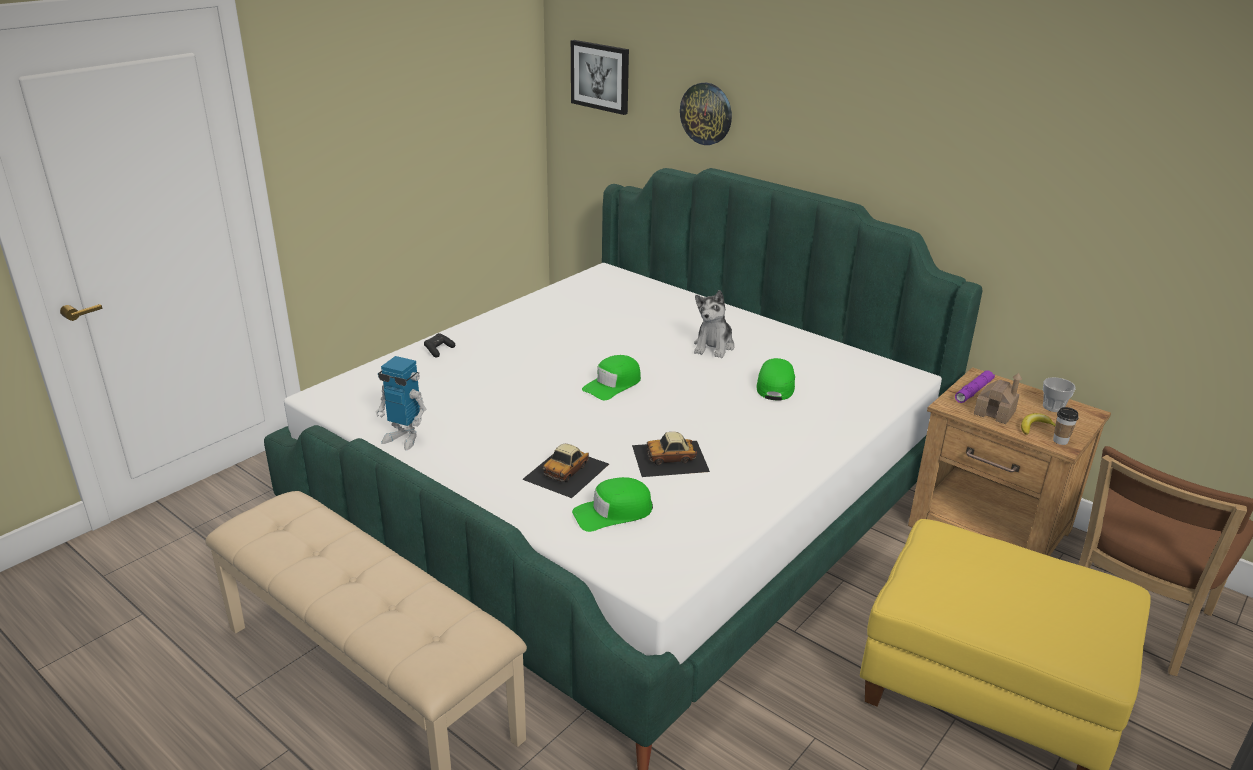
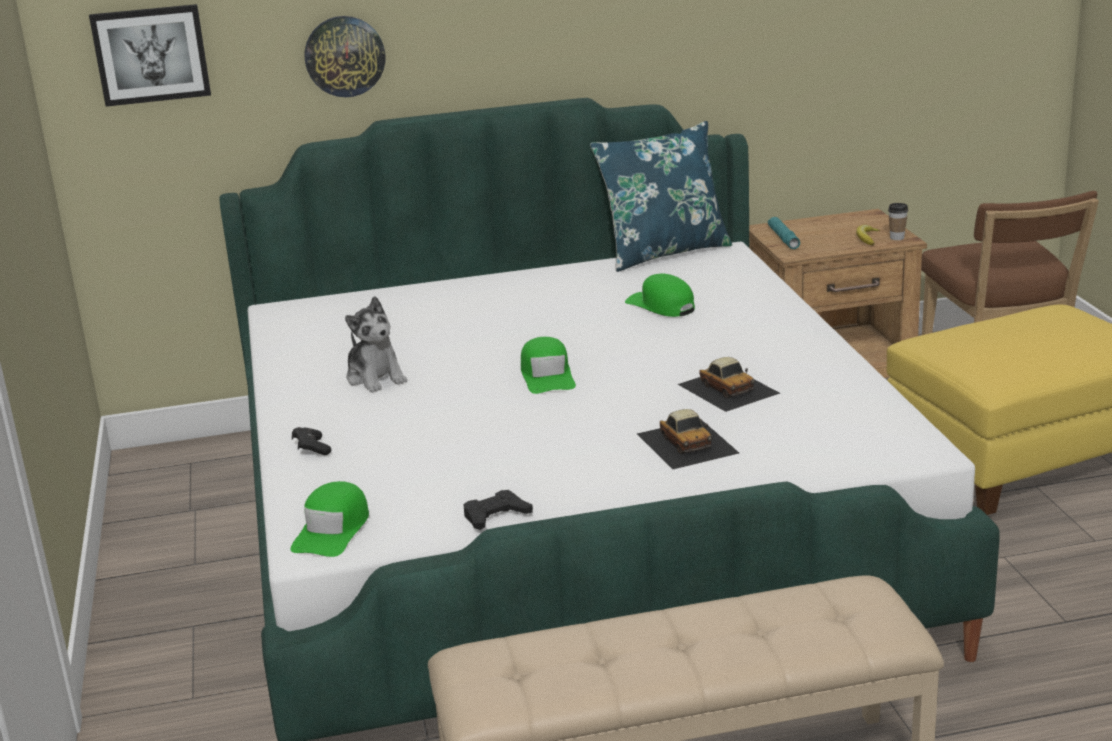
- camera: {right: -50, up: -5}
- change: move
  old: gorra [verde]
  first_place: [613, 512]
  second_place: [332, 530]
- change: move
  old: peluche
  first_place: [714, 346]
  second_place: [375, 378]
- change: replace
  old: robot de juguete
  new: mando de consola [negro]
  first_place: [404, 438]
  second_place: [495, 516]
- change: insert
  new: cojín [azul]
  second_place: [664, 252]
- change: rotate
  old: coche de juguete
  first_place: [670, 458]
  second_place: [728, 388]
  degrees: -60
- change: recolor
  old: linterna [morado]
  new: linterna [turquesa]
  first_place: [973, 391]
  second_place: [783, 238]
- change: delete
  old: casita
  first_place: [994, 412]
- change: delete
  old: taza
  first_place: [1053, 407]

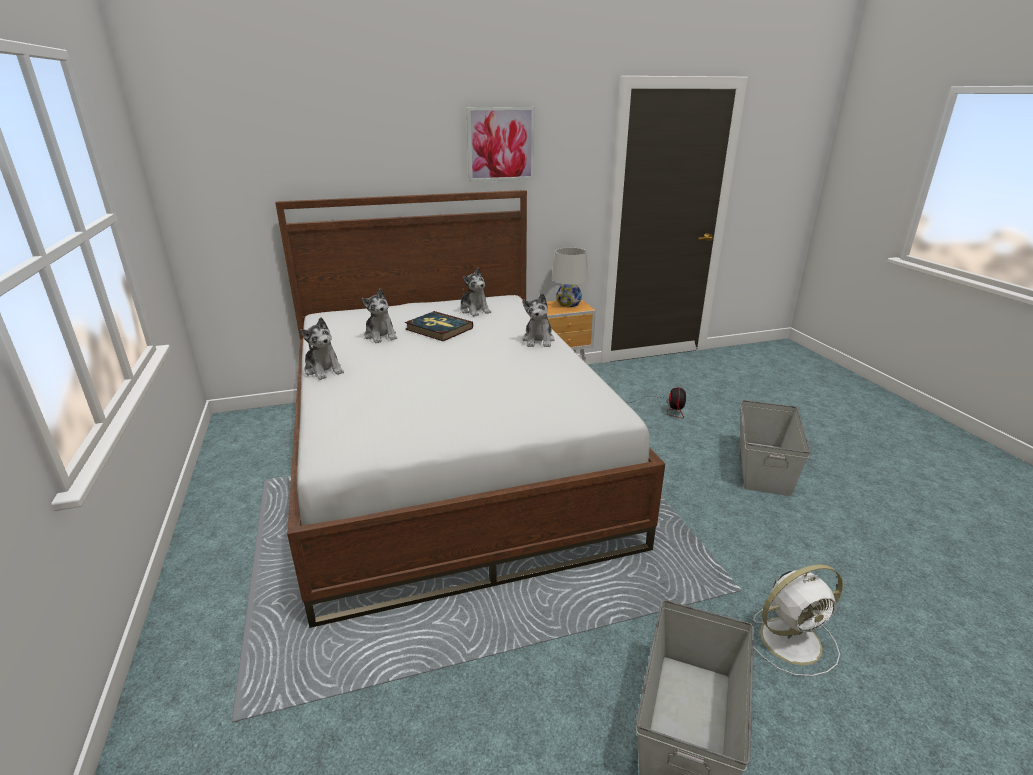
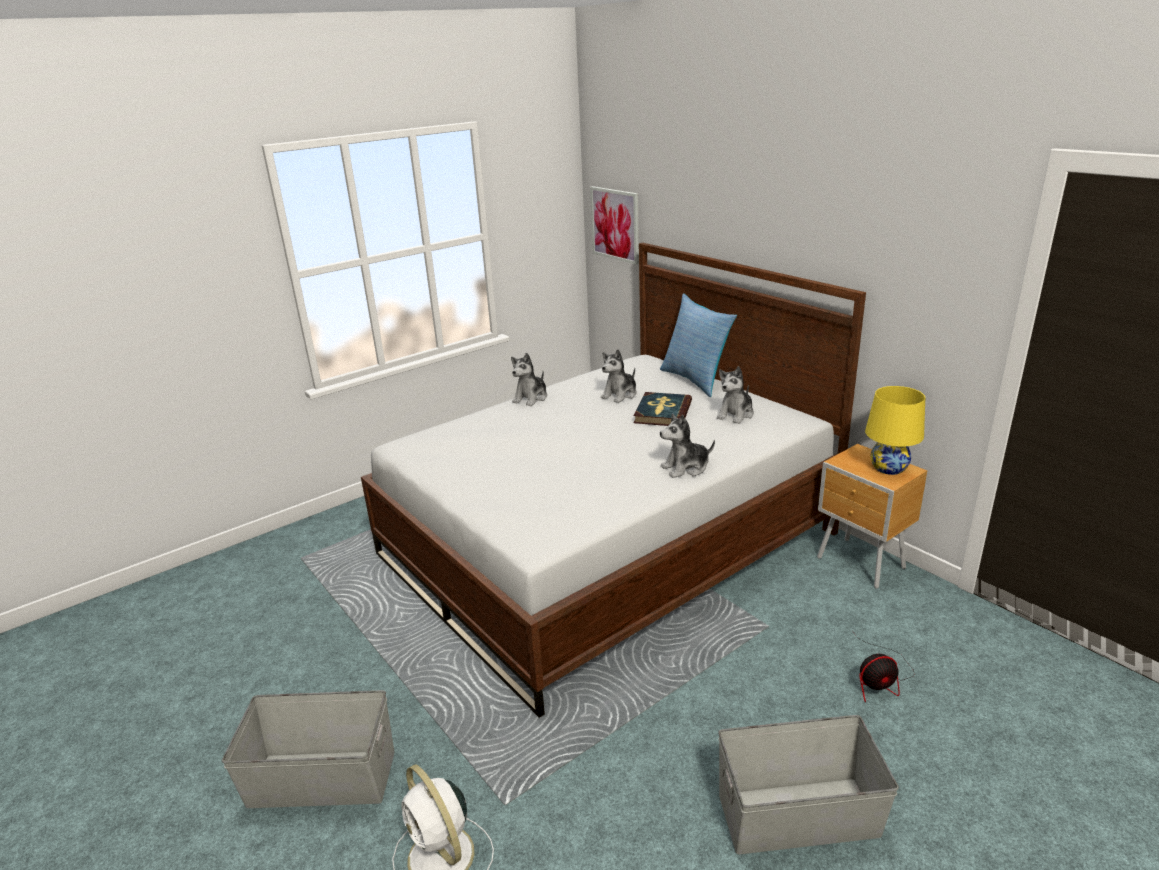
- camera: {right: 70, up: 0}
- change: move
  old: cuadro
  first_place: [500, 144]
  second_place: [615, 224]
- change: insert
  new: cojín
  second_place: [696, 379]
- change: recolor
  old: lámpara de mesa [blanco]
  new: lámpara de mesa [amarillo]
  first_place: [568, 304]
  second_place: [888, 467]

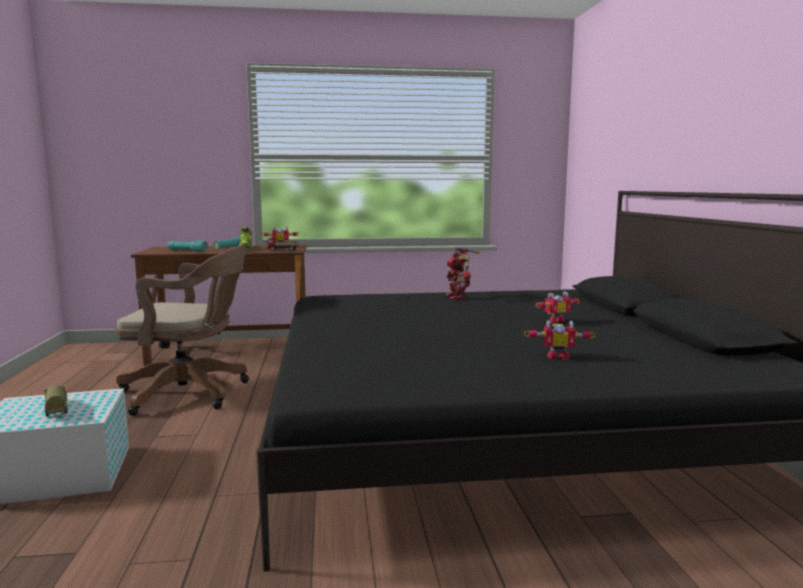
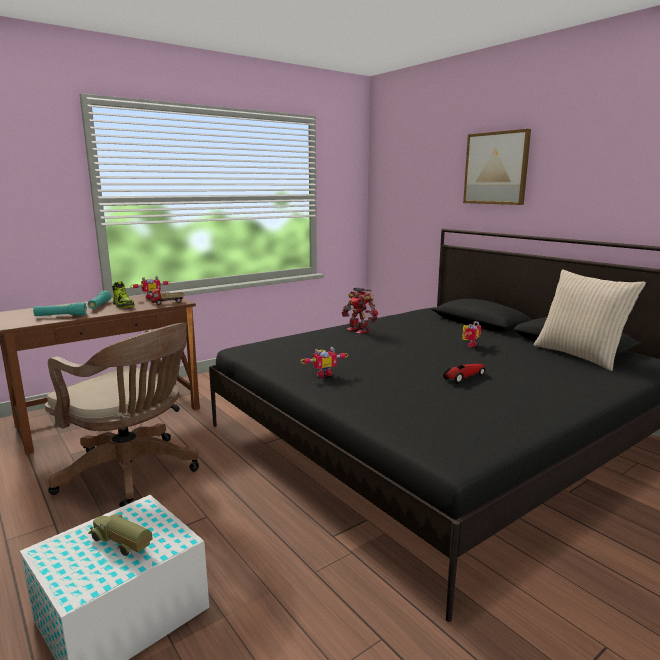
- camera: {right: -30, up: 5}
- change: rotate
  old: silla de oficina [marrón]
  first_place: [190, 393]
  second_place: [133, 473]
  degrees: 60
- change: move
  old: robot de juguete
  first_place: [557, 356]
  second_place: [323, 374]
- change: insert
  new: coche de juguete
  second_place: [464, 377]
- change: insert
  new: cuadro
  second_place: [496, 168]
- change: insert
  new: cojín [beis]
  second_place: [579, 355]

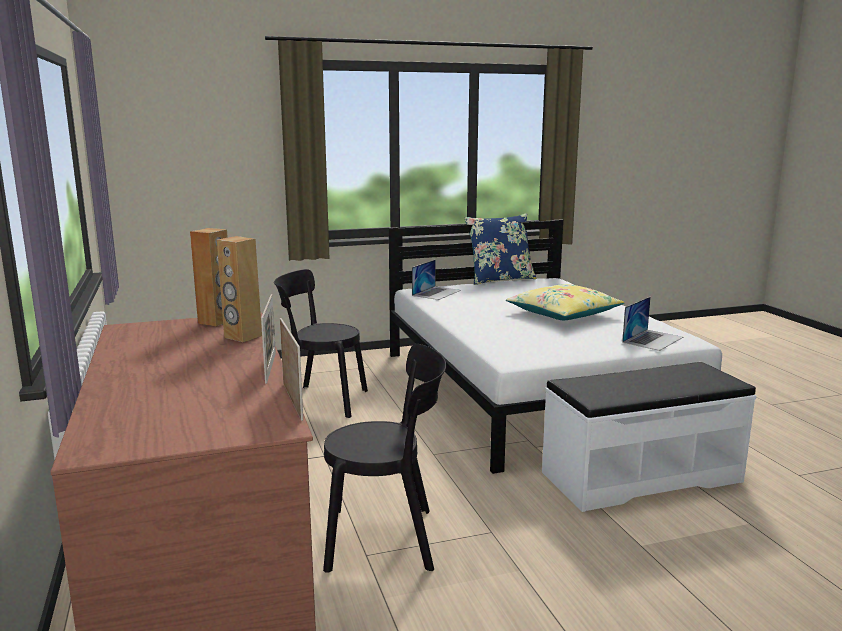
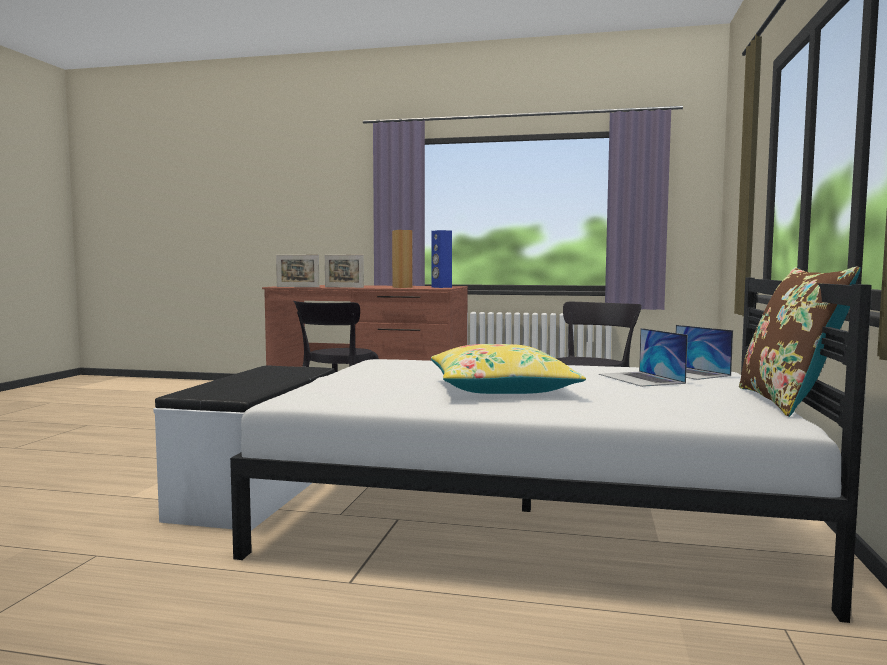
- camera: {right: 120, up: -10}
- change: recolor
  old: altavoz [marrón]
  new: altavoz [azul]
  first_place: [216, 321]
  second_place: [441, 287]
- change: move
  old: portátil
  first_place: [652, 339]
  second_place: [641, 379]
- change: recolor
  old: cojín [azul]
  new: cojín [marrón]
  first_place: [500, 279]
  second_place: [788, 402]

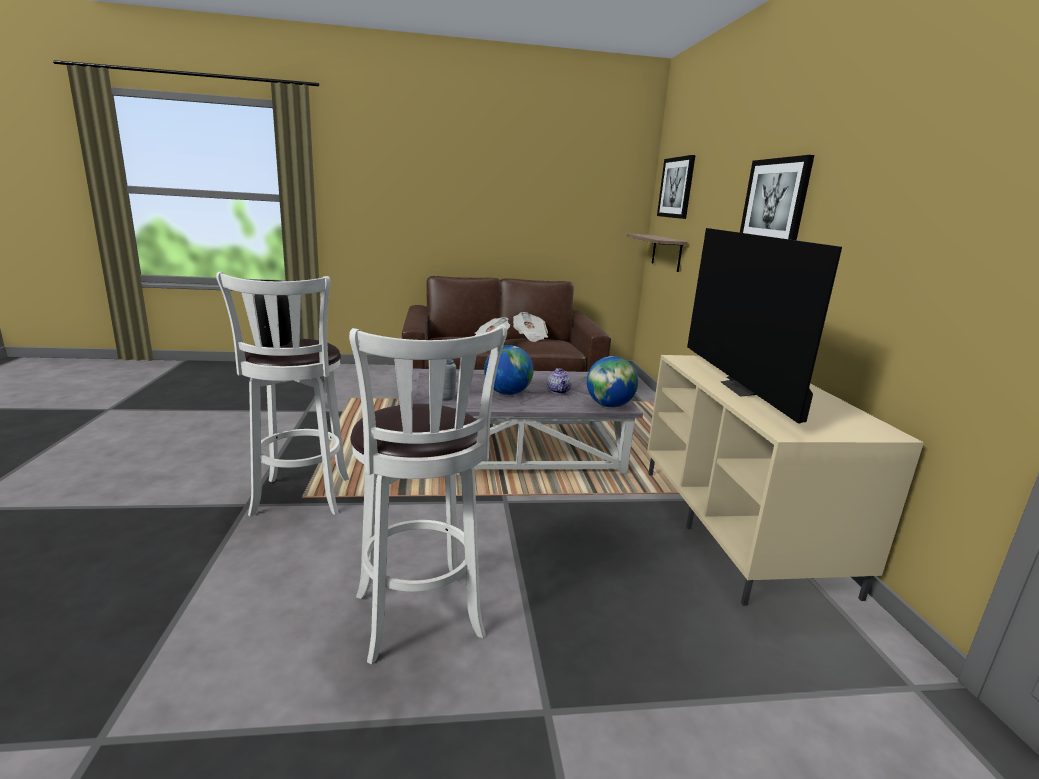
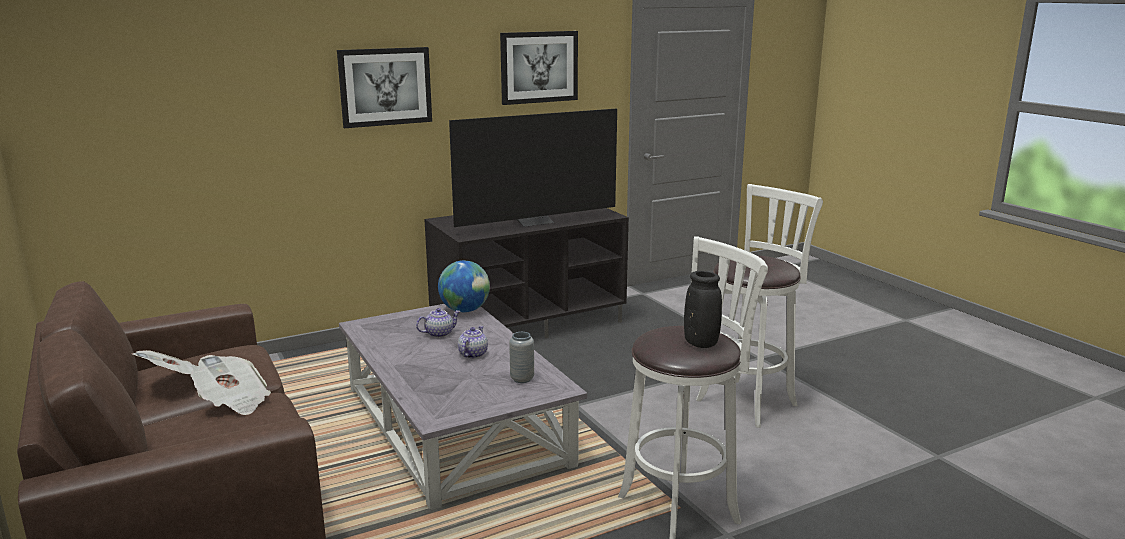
- camera: {right: -110, up: 0}
- change: recolor
  old: mueble de televisión [beis]
  new: mueble de televisión [negro]
  first_place: [740, 528]
  second_place: [529, 323]
- change: replace
  old: globo terráqueo
  new: tetera
  first_place: [507, 393]
  second_place: [472, 354]
- change: move
  old: cuadro
  first_place: [676, 187]
  second_place: [539, 67]
- change: delete
  old: estante
  first_place: [666, 252]

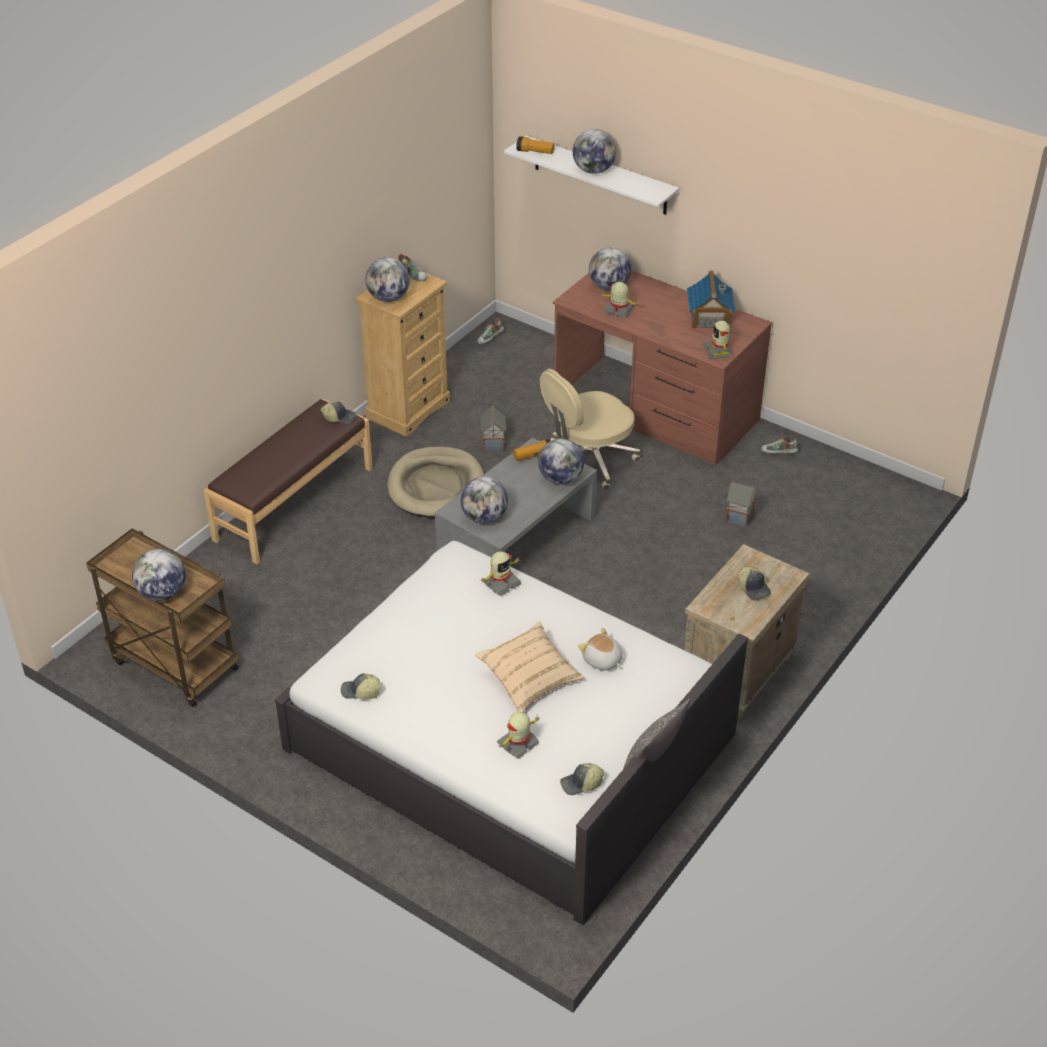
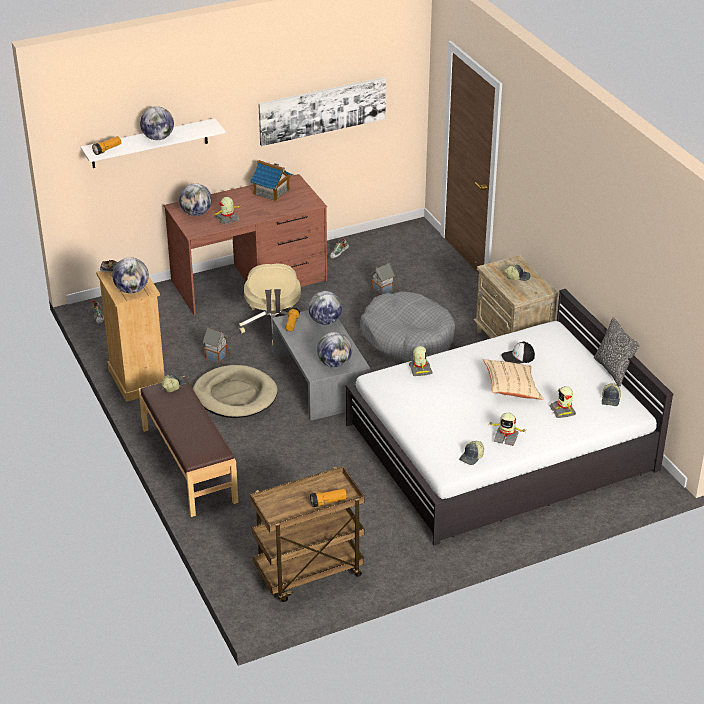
- camera: {right: -60, up: -5}
- change: insert
  new: cuadro
  second_place: [322, 110]
- change: replace
  old: globo terráqueo
  new: linterna
  first_place: [162, 594]
  second_place: [328, 502]
- change: insert
  new: cama para perro [gris]
  second_place: [407, 338]
- change: move
  old: robot de juguete
  first_place: [718, 351]
  second_place: [506, 437]
- change: replace
  old: peluche
  new: gorra
  first_place: [602, 661]
  second_place: [518, 357]

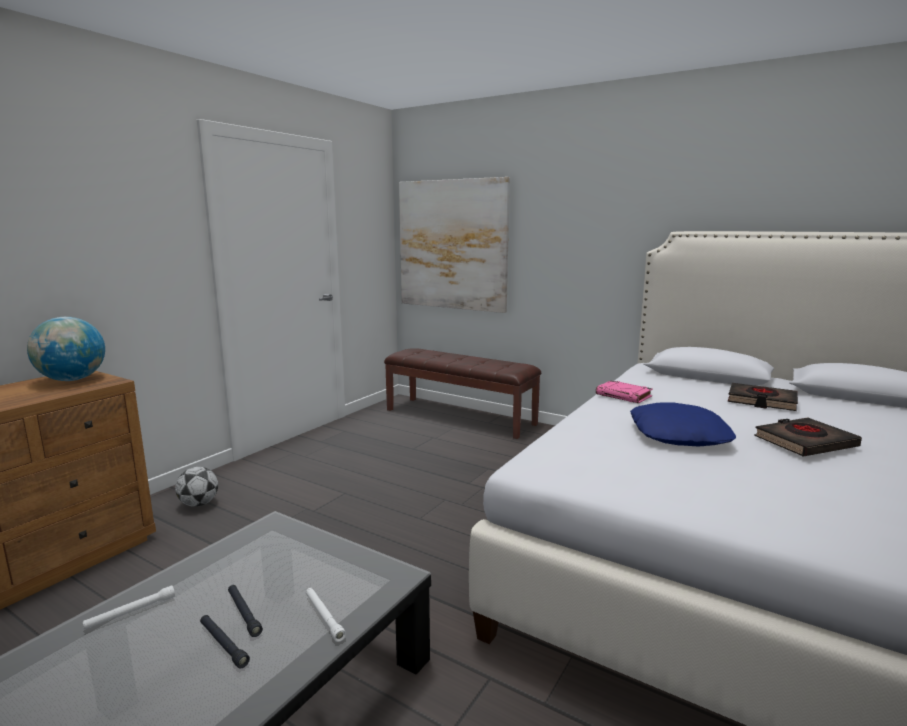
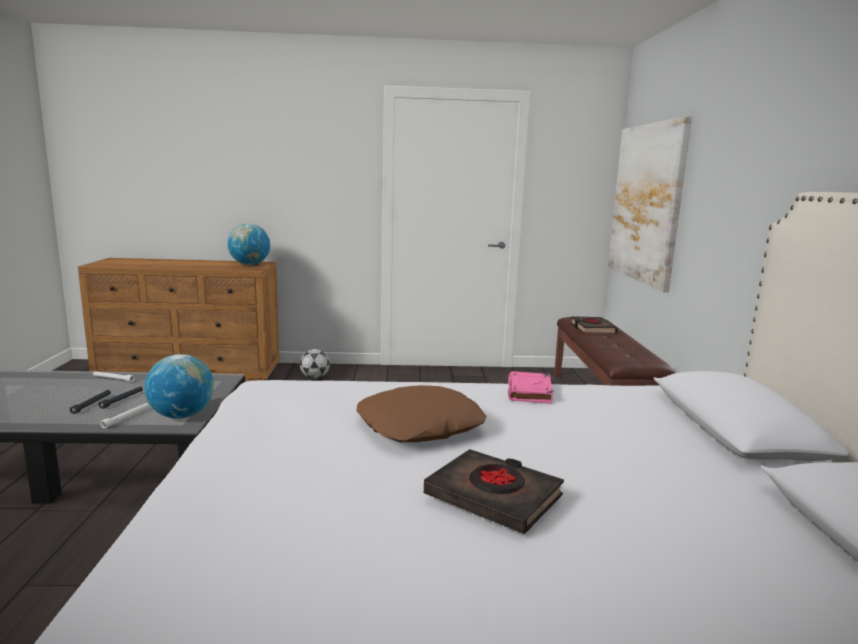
- camera: {right: 55, up: 0}
- change: insert
  new: globo terráqueo
  second_place: [182, 415]
- change: recolor
  old: cojín [azul]
  new: cojín [marrón]
  first_place: [679, 435]
  second_place: [420, 426]
- change: move
  old: libro [negro]
  first_place: [761, 401]
  second_place: [592, 328]

